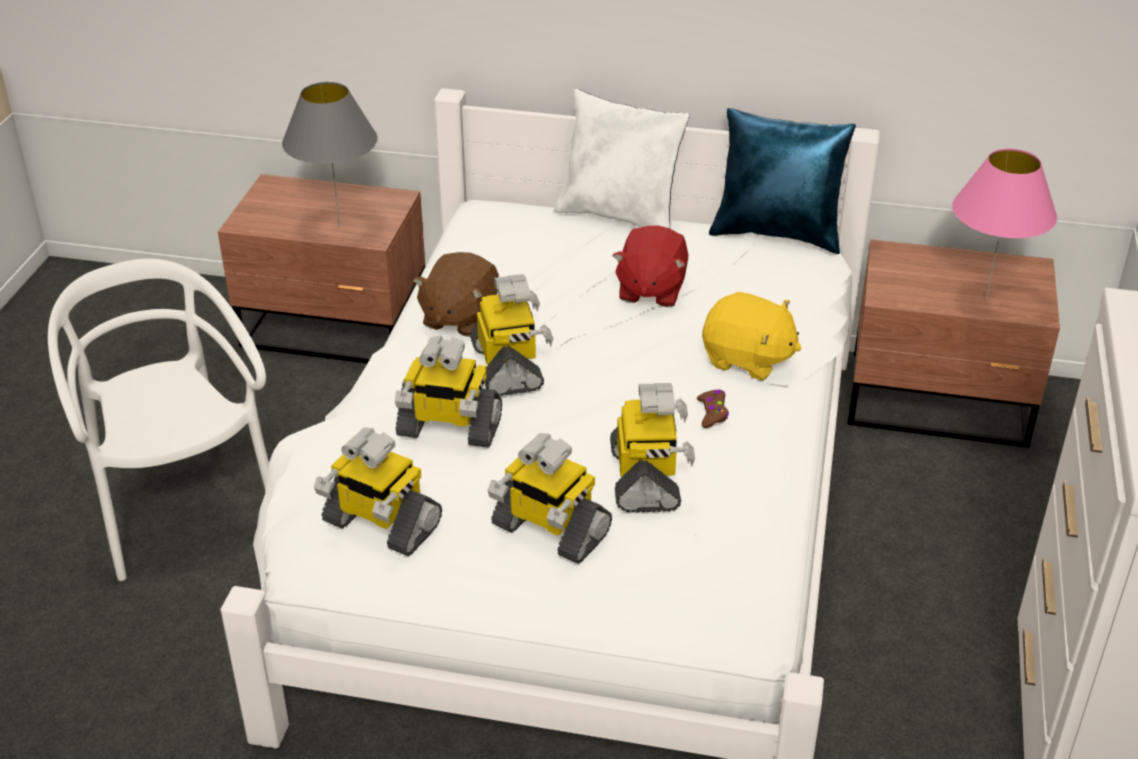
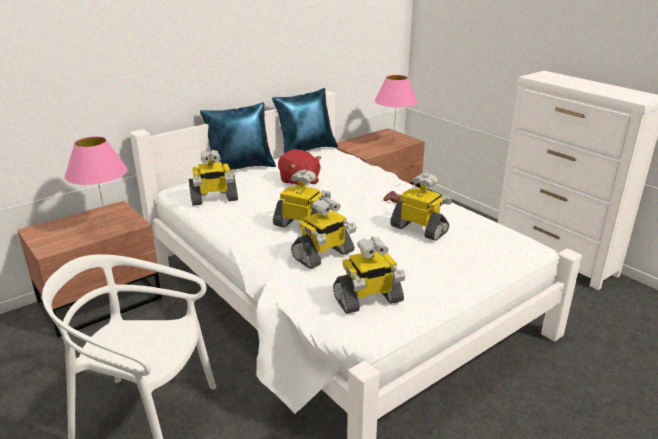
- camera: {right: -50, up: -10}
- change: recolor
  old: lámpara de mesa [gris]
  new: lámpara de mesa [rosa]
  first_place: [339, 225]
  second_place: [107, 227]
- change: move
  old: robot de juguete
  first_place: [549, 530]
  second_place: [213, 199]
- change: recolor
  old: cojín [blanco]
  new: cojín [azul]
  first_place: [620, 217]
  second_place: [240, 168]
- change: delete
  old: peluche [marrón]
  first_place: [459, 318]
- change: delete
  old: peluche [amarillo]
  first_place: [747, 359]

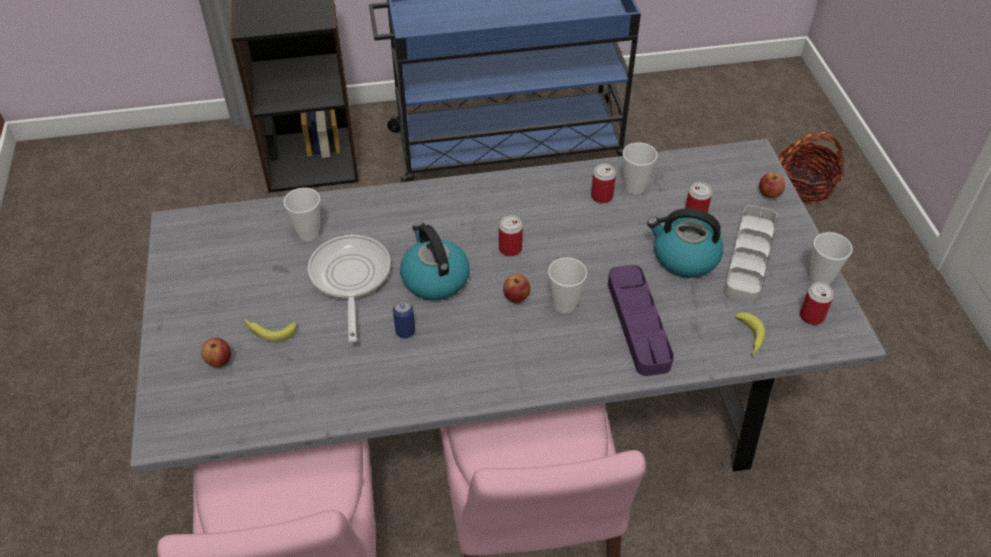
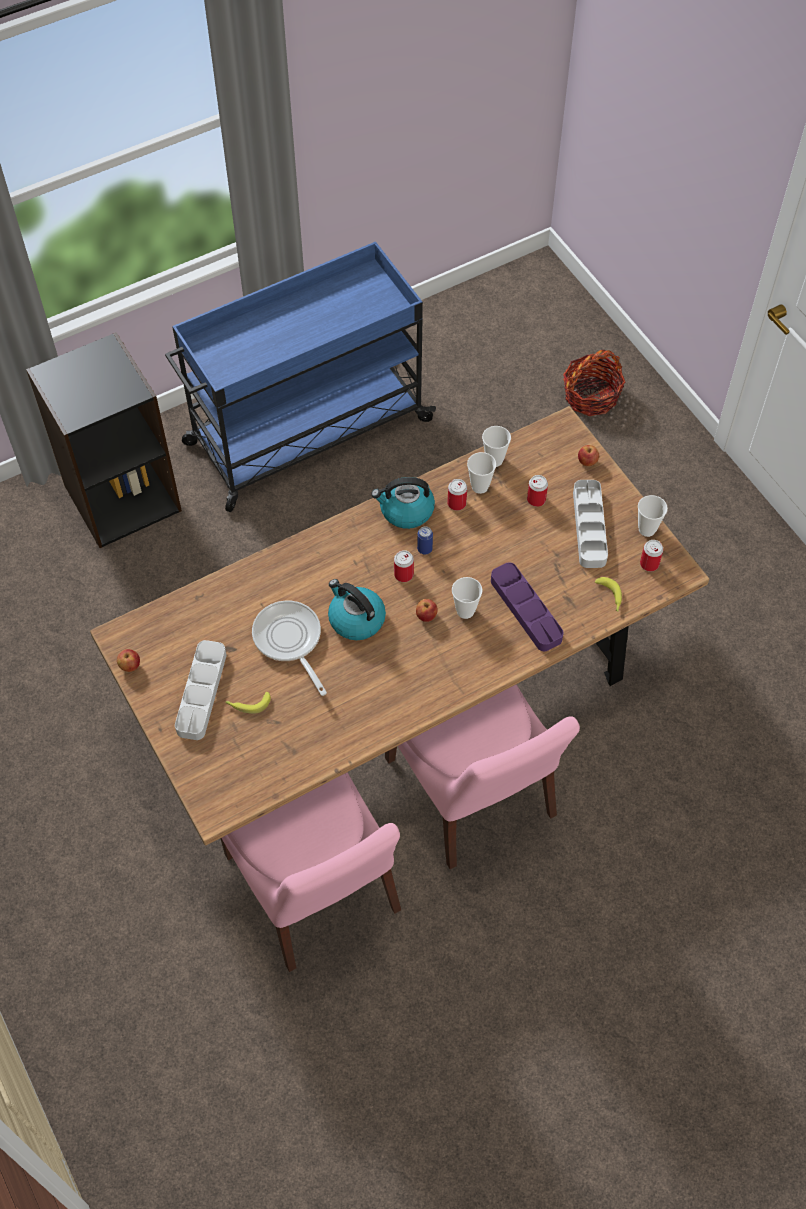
- camera: {right: -20, up: 10}
- change: recolor
  old: mesa de comedor [gris]
  new: mesa de comedor [marrón]
  first_place: [495, 410]
  second_place: [403, 696]
- change: move
  old: manzana
  first_place: [219, 361]
  second_place: [130, 666]
- change: insert
  new: bandeja [gris]
  second_place: [201, 692]
- change: move
  old: hervidor
  first_place: [684, 257]
  second_place: [405, 511]
- change: move
  old: lata
  first_place: [405, 332]
  second_place: [424, 549]
- change: move
  old: taza
  first_place: [308, 233]
  second_place: [494, 460]

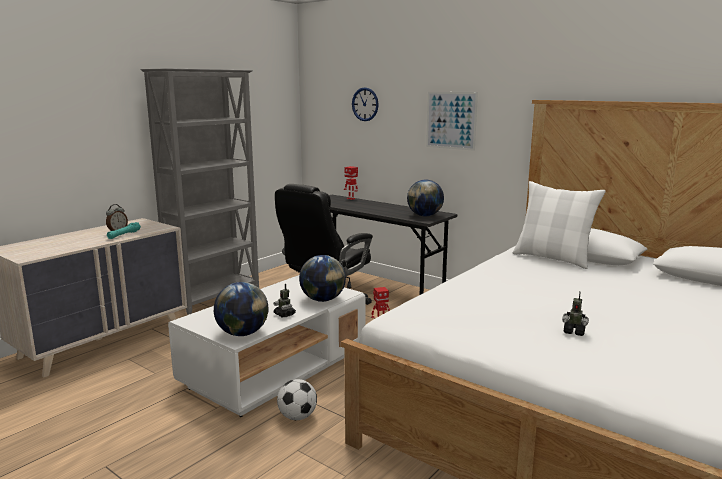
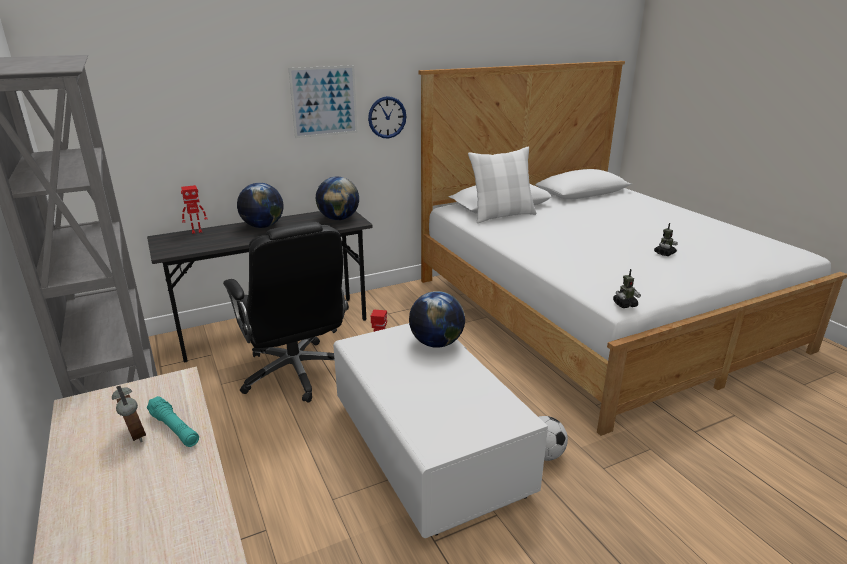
- camera: {right: -65, up: 10}
- change: move
  old: globo terráqueo
  first_place: [242, 333]
  second_place: [262, 226]
- change: move
  old: reloj de pared
  first_place: [365, 104]
  second_place: [387, 117]
- change: move
  old: robot de juguete
  first_place: [284, 314]
  second_place: [624, 304]

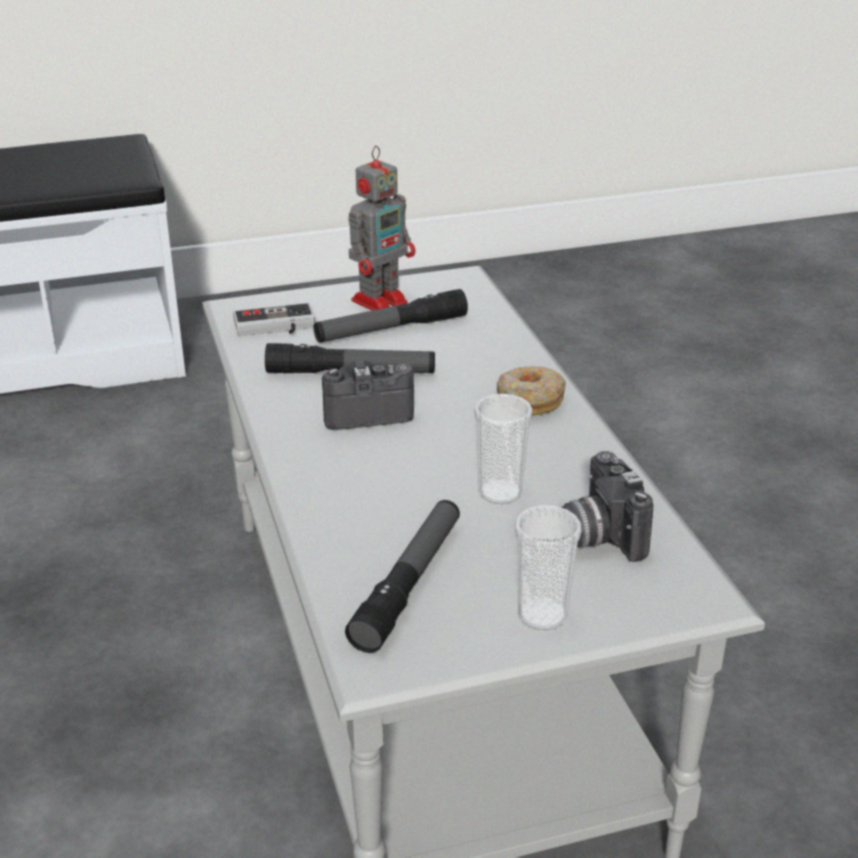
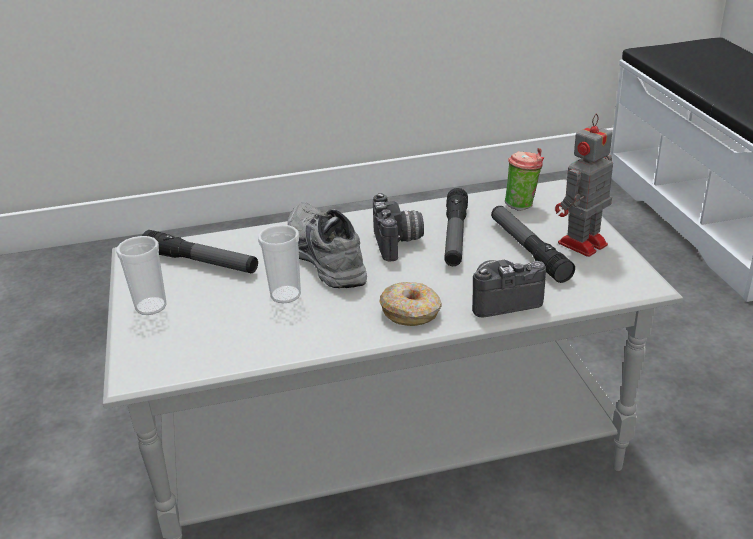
- camera: {right: 95, up: 0}
- change: insert
  new: zapato [gris]
  second_place: [322, 257]
- change: move
  old: cámara
  first_place: [598, 535]
  second_place: [502, 300]
- change: replace
  old: mando de consola
  new: taza
  first_place: [275, 328]
  second_place: [522, 205]
- change: rotate
  old: robot de juguete
  first_place: [381, 300]
  second_place: [581, 245]
  degrees: 90

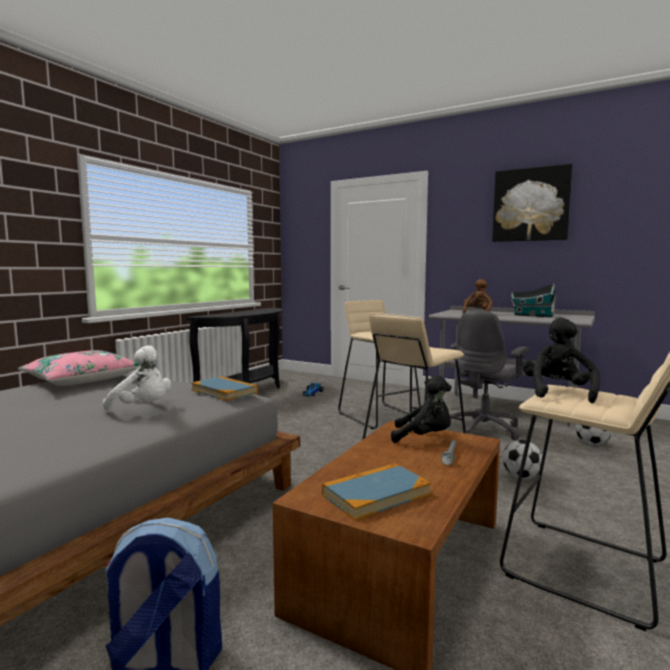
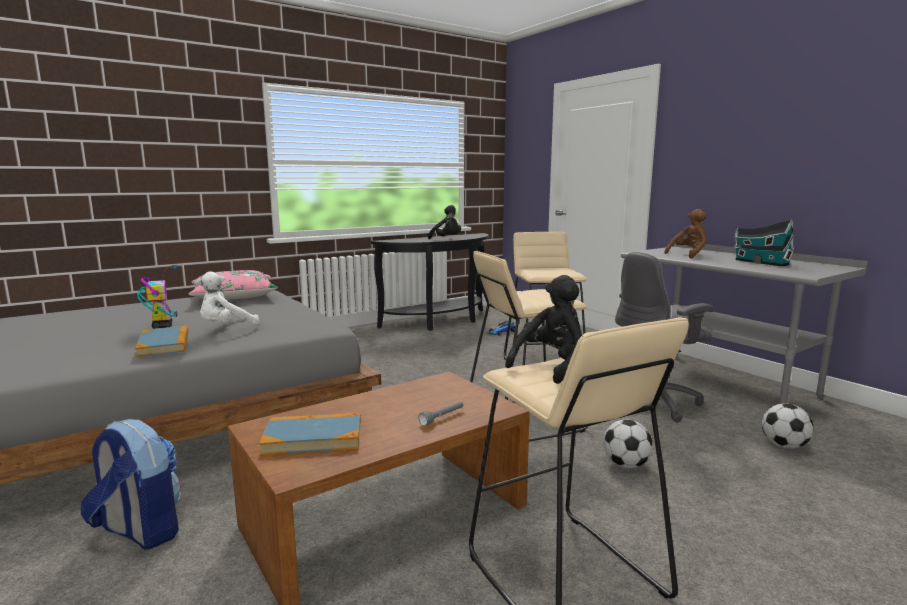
- camera: {right: 25, up: 5}
- change: move
  old: libro
  first_place: [224, 391]
  second_place: [164, 344]
- change: insert
  new: robot de juguete
  second_place: [162, 326]
- change: rotate
  old: peluche [blanco]
  first_place: [143, 408]
  second_place: [226, 327]
  degrees: 90
- change: move
  old: peluche [negro]
  first_place: [424, 437]
  second_place: [447, 239]
- change: delete
  old: cuadro
  first_place: [531, 205]

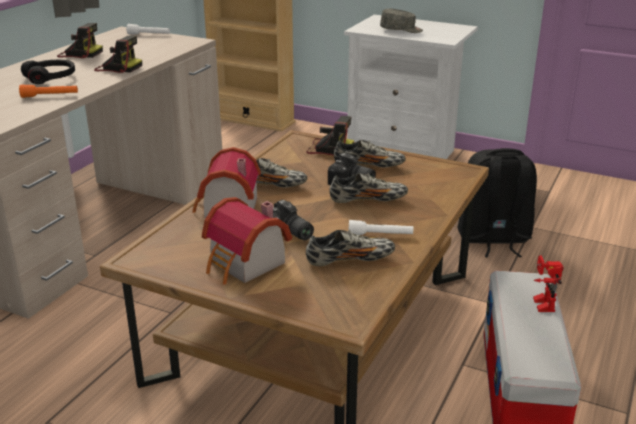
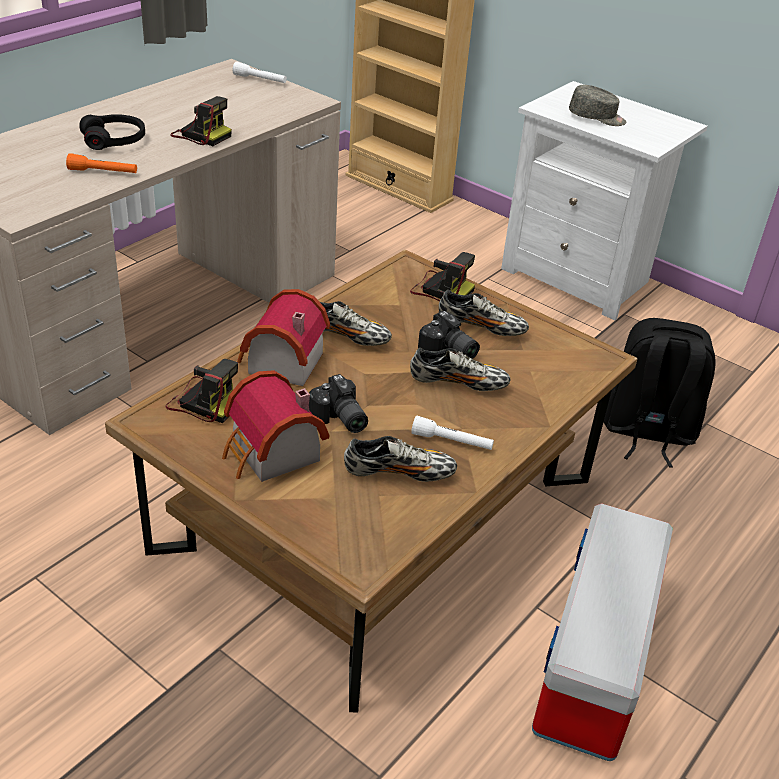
- camera: {right: 10, up: 10}
- change: move
  old: cámara
  first_place: [79, 53]
  second_place: [204, 402]
- change: delete
  old: robot de juguete
  first_place: [539, 304]

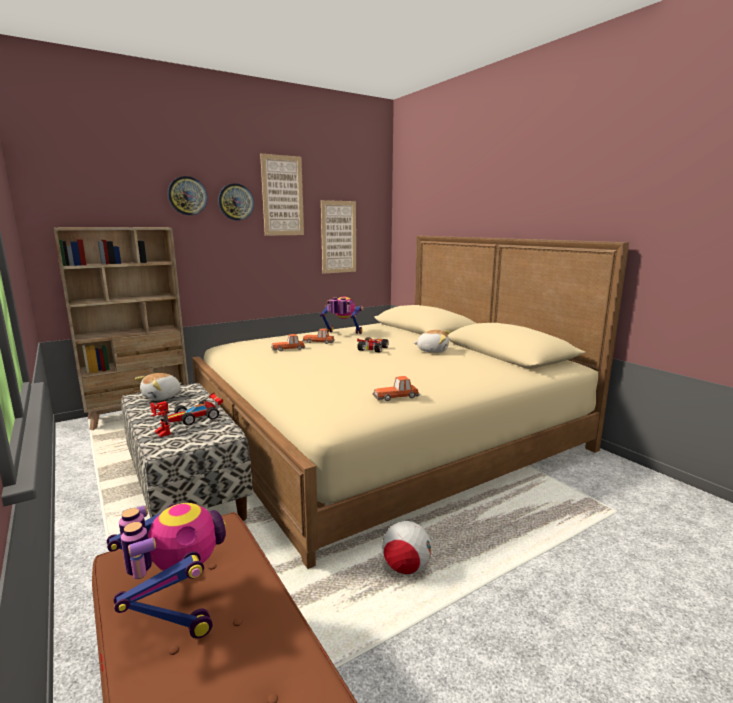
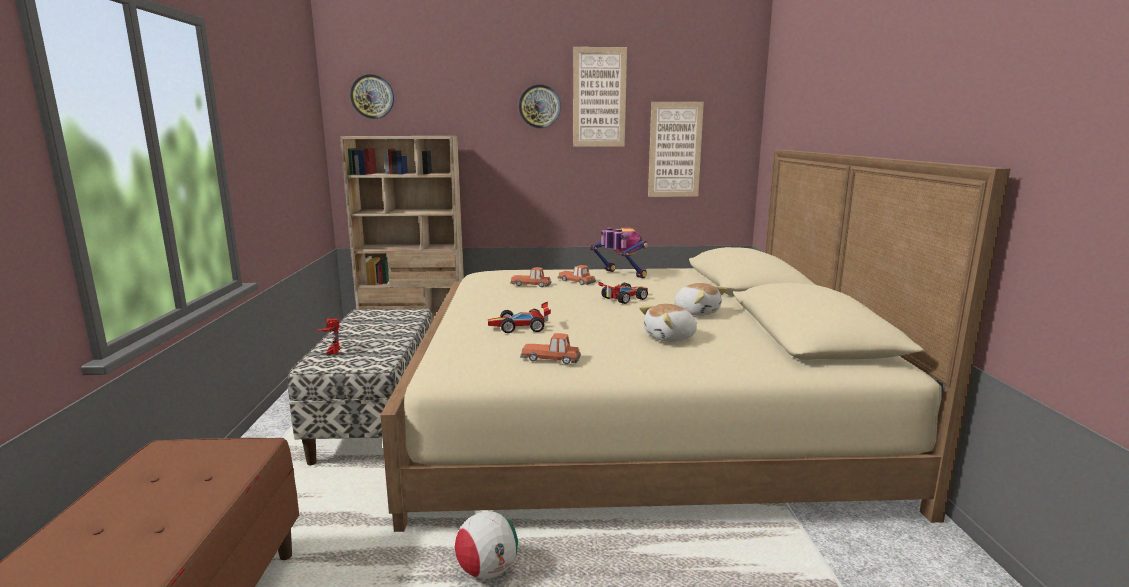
- camera: {right: 30, up: 0}
- change: move
  old: reloj de pared
  first_place: [187, 196]
  second_place: [372, 96]
- change: move
  old: coche de juguete
  first_place: [196, 418]
  second_place: [521, 327]
- change: move
  old: peluche
  first_place: [162, 396]
  second_place: [670, 337]
- change: delete
  old: robot de juguete
  first_place: [174, 606]

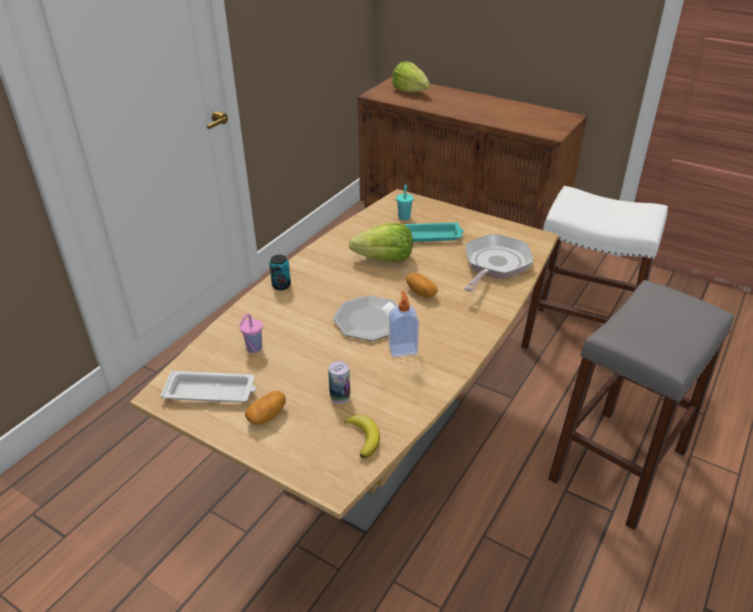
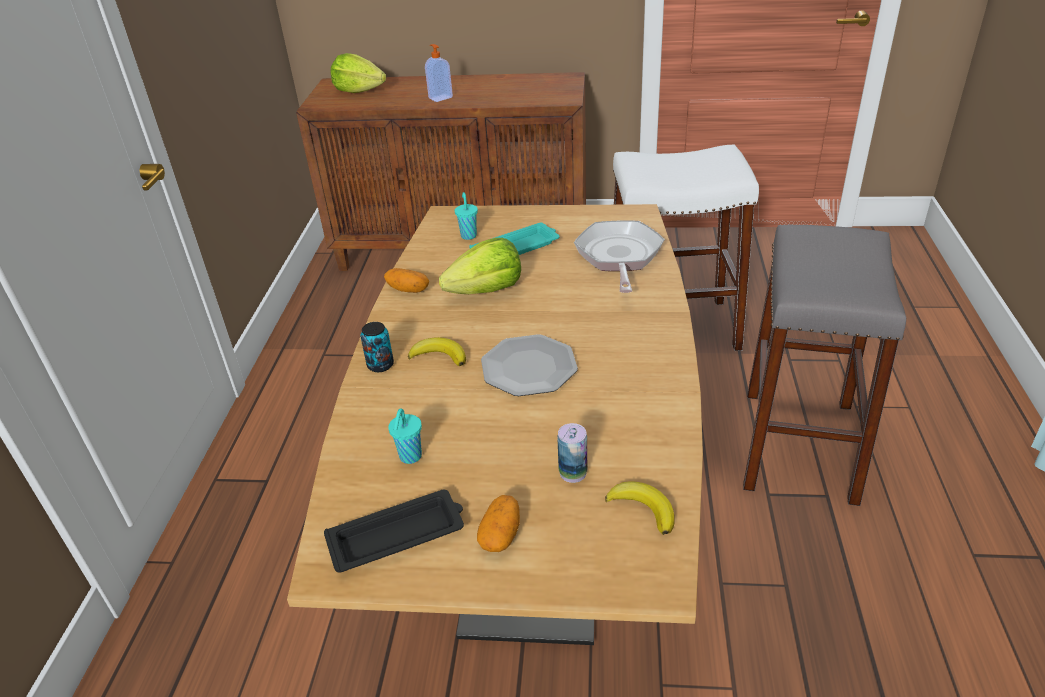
- camera: {right: -25, up: 0}
- change: recolor
  old: bandeja [blanco]
  new: bandeja [negro]
  first_place: [211, 392]
  second_place: [399, 536]
- change: move
  old: patata
  first_place: [421, 292]
  second_place: [408, 289]
- change: recolor
  old: taza [rosa]
  new: taza [turquesa]
  first_place: [253, 348]
  second_place: [410, 457]
- change: insert
  new: plátano
  second_place: [439, 356]
- change: move
  old: dispensador de jabón
  first_place: [403, 349]
  second_place: [440, 97]

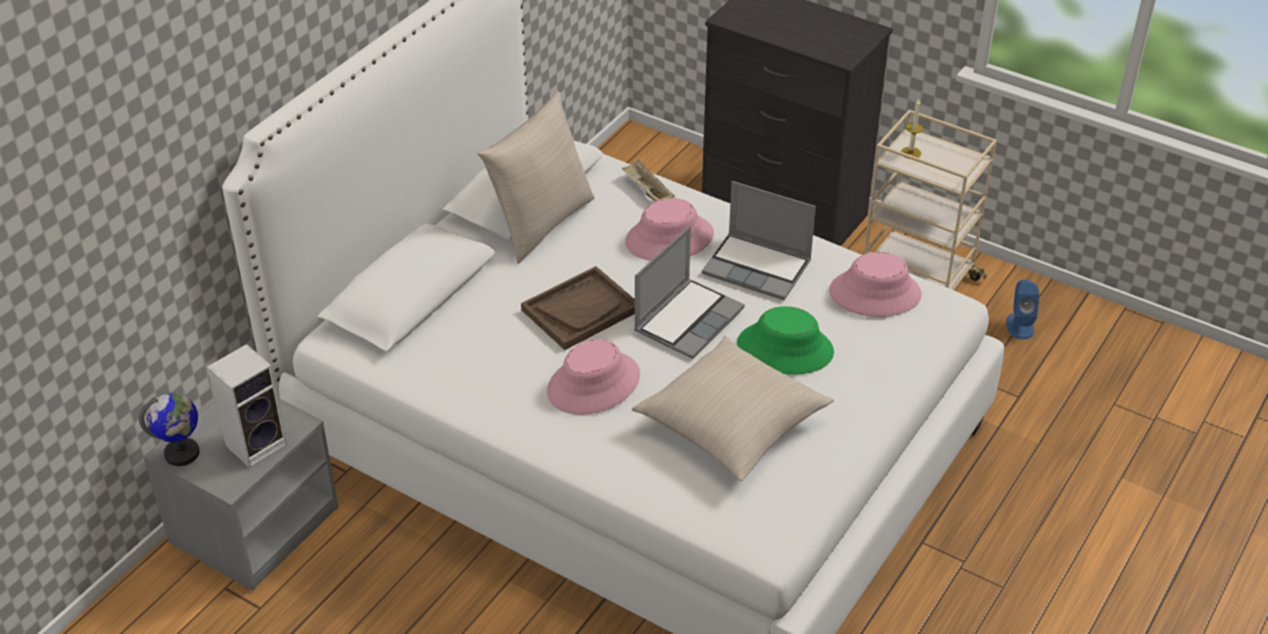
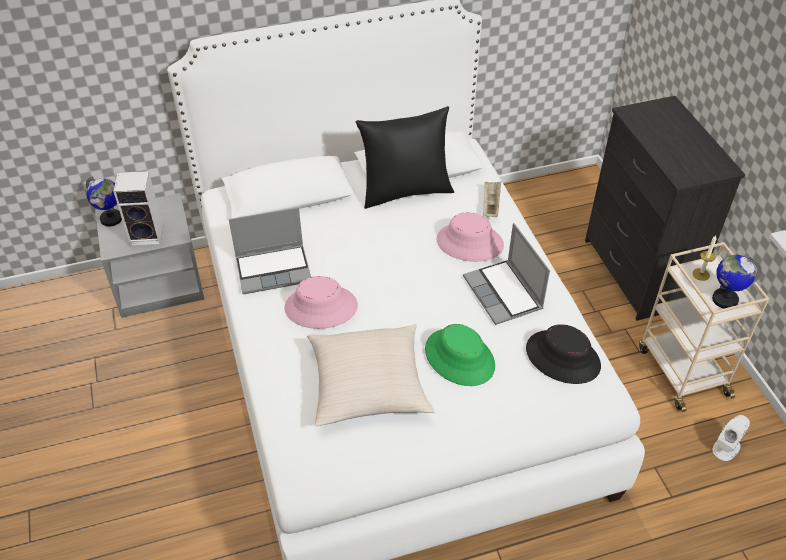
- camera: {right: 40, up: 5}
- change: move
  old: portátil
  first_place: [688, 319]
  second_place: [274, 269]
- change: recolor
  old: cojín [beis]
  new: cojín [negro]
  first_place: [540, 223]
  second_place: [405, 191]
- change: recolor
  old: sombrero [rosa]
  new: sombrero [negro]
  first_place: [875, 293]
  second_place: [563, 357]
- change: insert
  new: globo terráqueo
  second_place: [724, 299]
- change: recolor
  old: altavoz [azul]
  new: altavoz [blanco]
  first_place: [1020, 325]
  second_place: [726, 447]
- change: delete
  old: bandeja [marrón]
  first_place: [581, 310]

